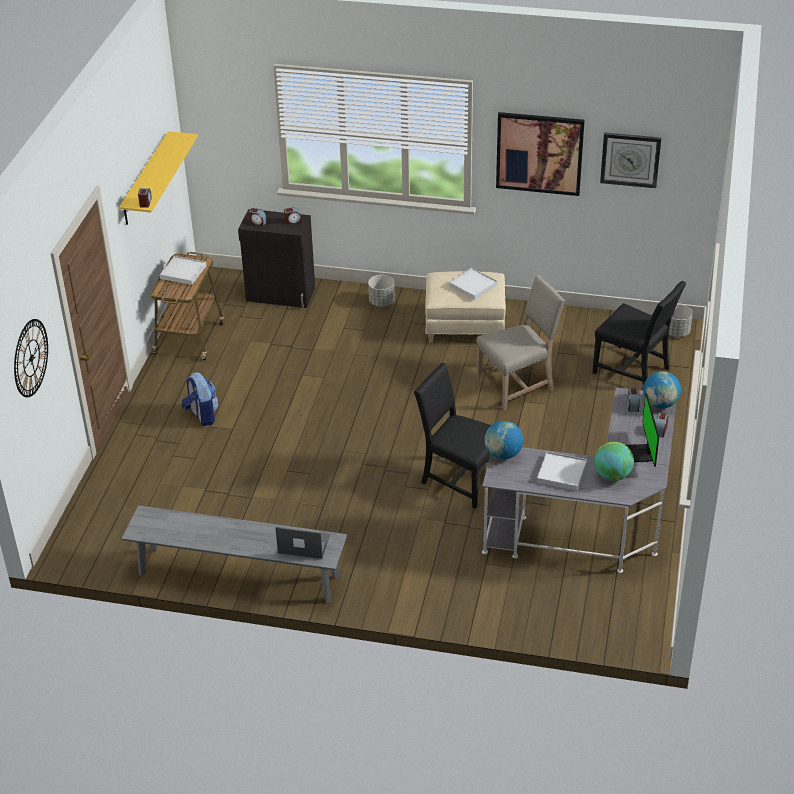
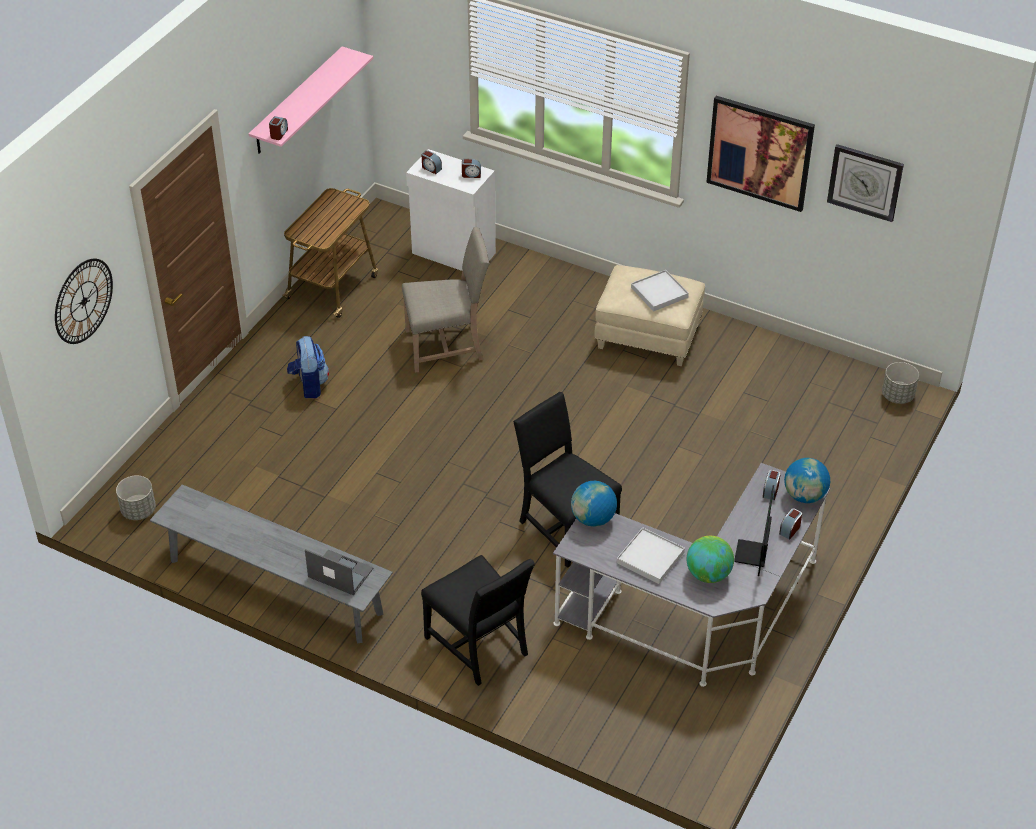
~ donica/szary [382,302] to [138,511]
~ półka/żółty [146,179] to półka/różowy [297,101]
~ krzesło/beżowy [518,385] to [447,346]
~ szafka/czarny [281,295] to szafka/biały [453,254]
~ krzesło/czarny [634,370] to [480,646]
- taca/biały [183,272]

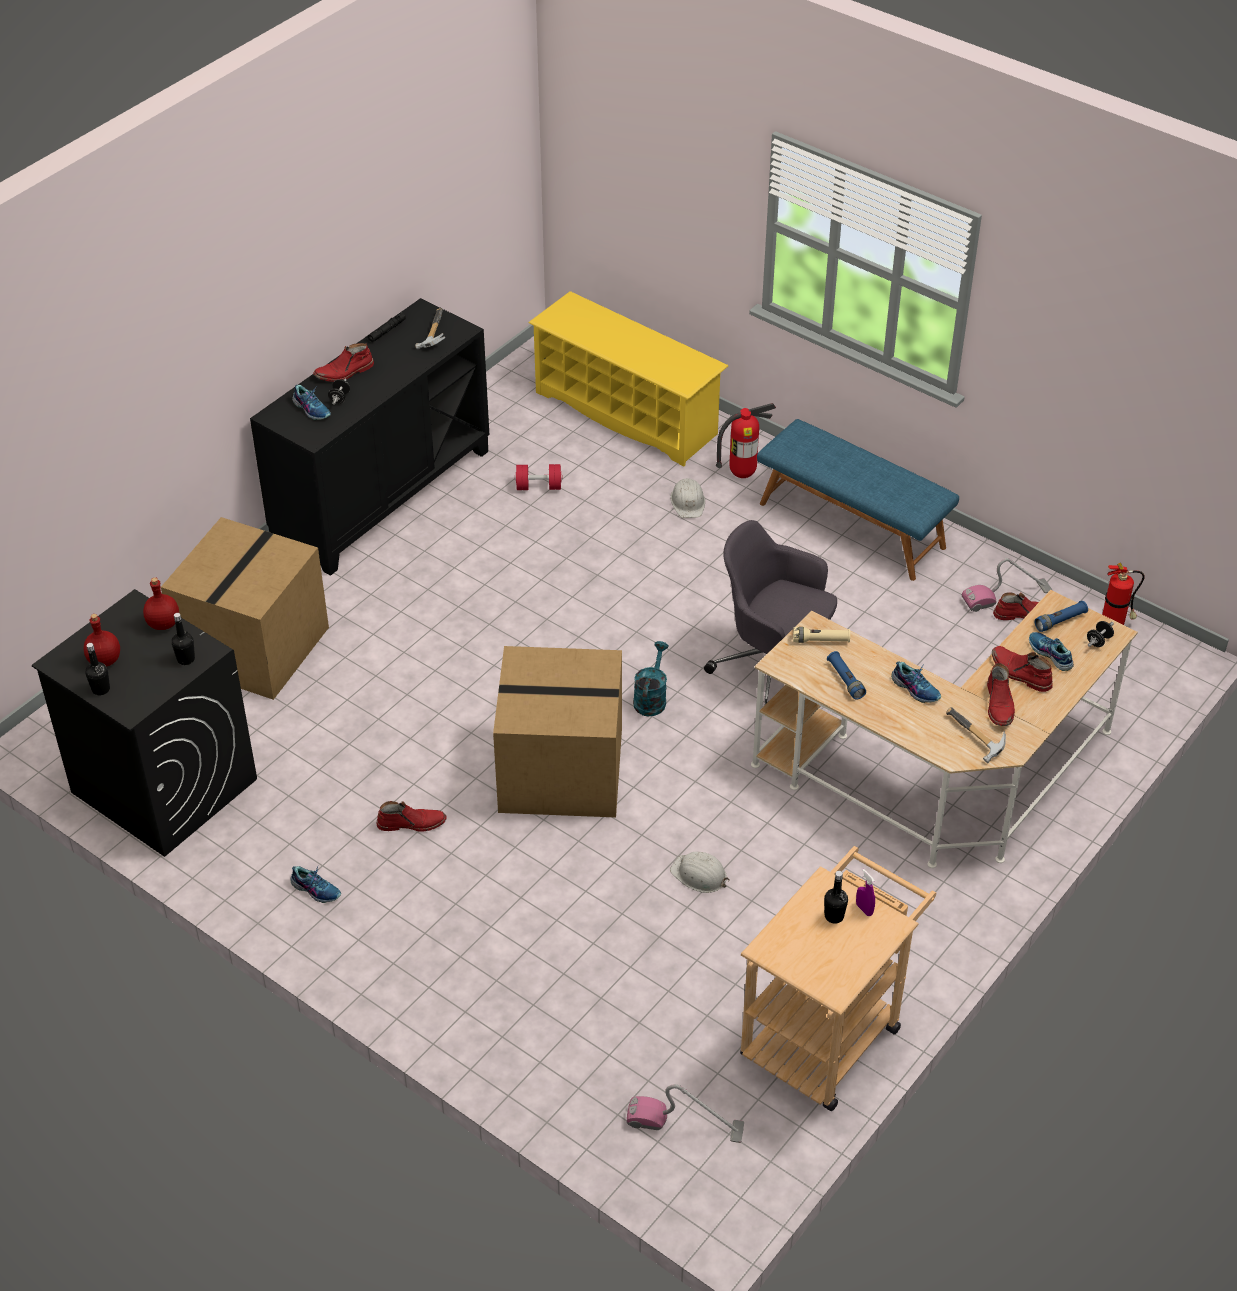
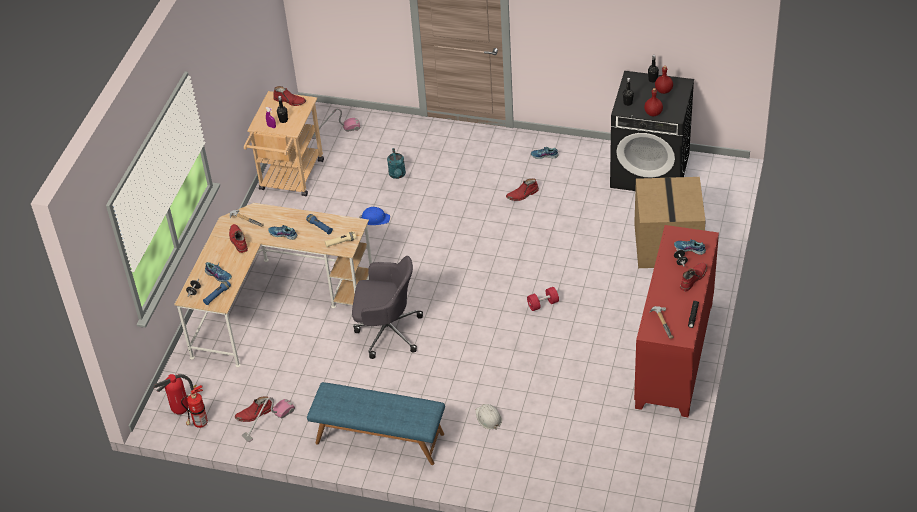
~ gaśnica [742,474] to [181,411]
~ but z cholewką/czerwony [1020,673] to [290,101]
~ kask/biały [699,875] to kask/niebieski [375,218]
~ konewka/turkusowy [651,698] to [397,175]
~ hantel/czerwony [539,486] to [543,304]
~ szafka/czarny [381,495] to szafka/czerwony [675,355]
- karton [559,772]
- regał na buty/żółty [627,413]

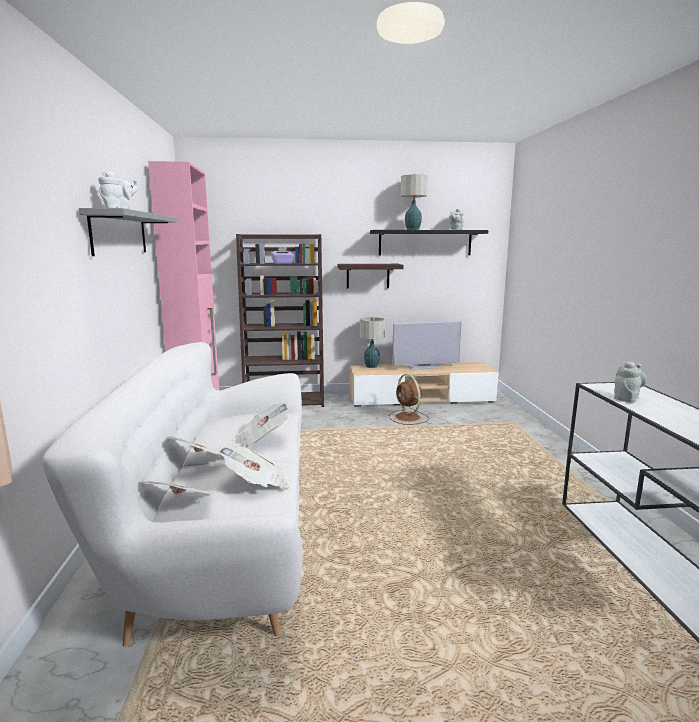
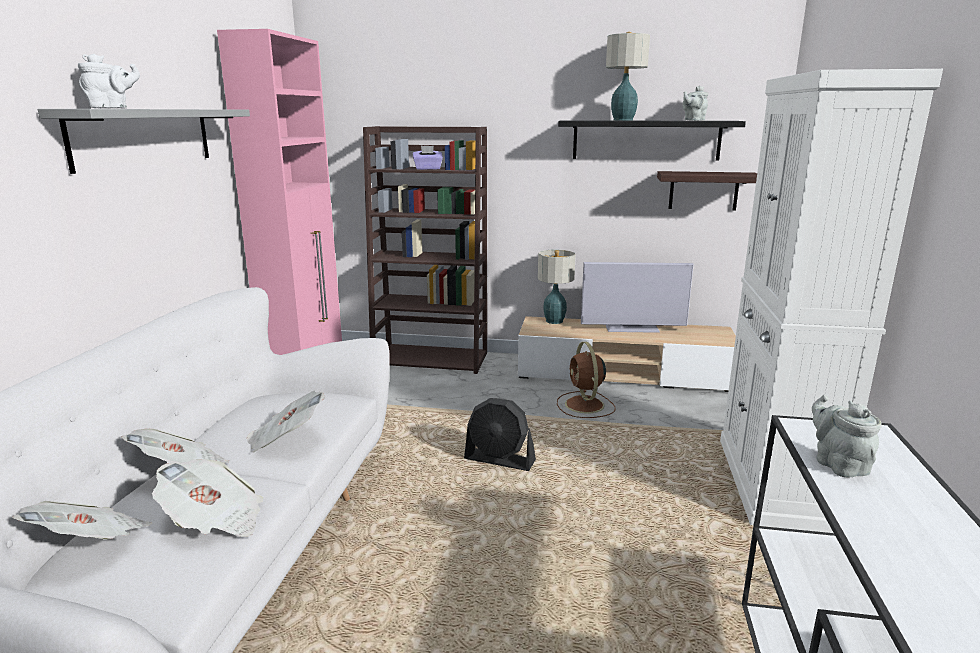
+ wentylator/czarny [500,460]
~ półka [368,276] to [703,190]
+ szafka/biały [773,483]
~ imbryk/szary [626,398] = [838,464] 75 degrees counterclockwise

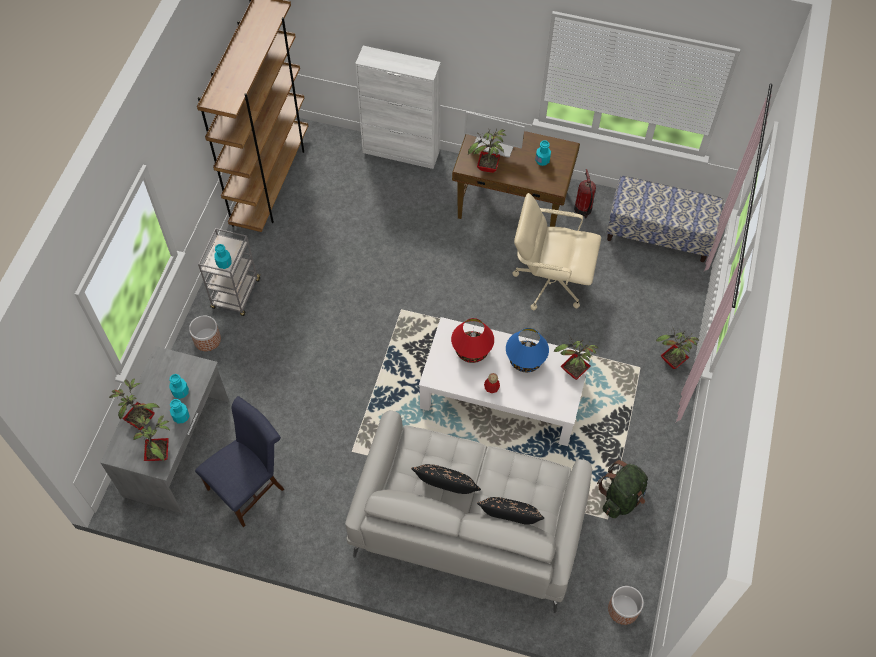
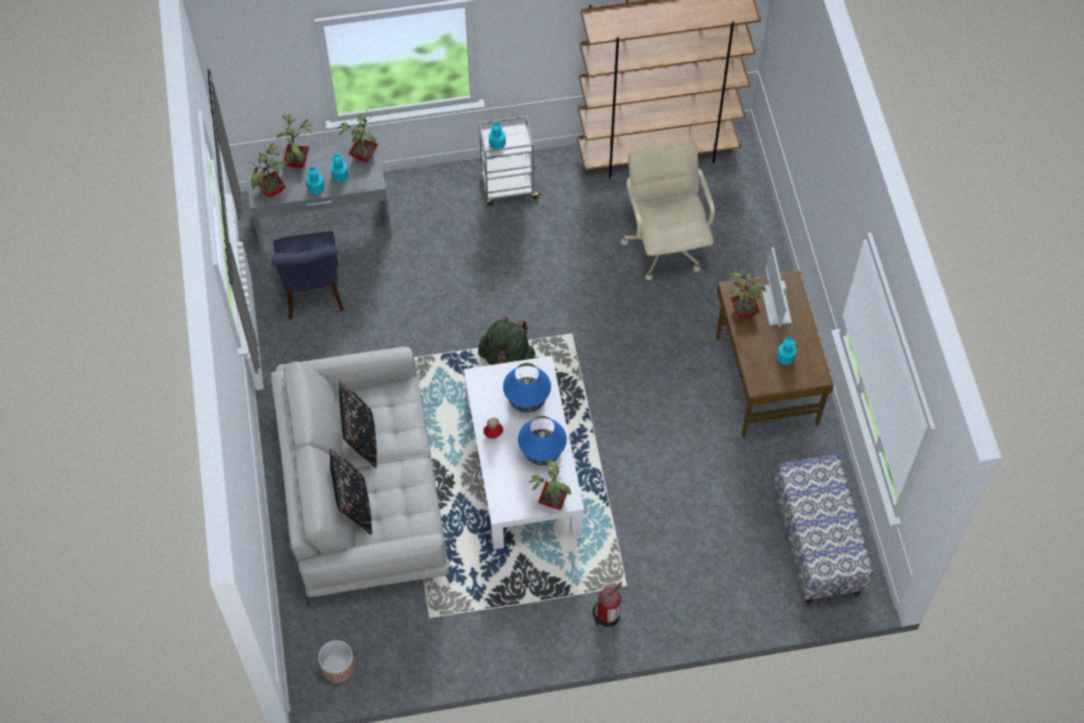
~ krzesło/niebieski [249,486] = [313,295] 60 degrees clockwise
~ roślina doniczkowa [671,362] to [363,155]
~ plecak/zielony [621,497] to [507,359]
~ lampa stołowa/czerwony [471,350] to lampa stołowa/niebieski [527,399]
~ gaśnica [583,210] to [606,617]
~ krzesło biurowe/beżowy [550,281] to [665,245]
- donica [207,339]
- szafka/biały [401,152]

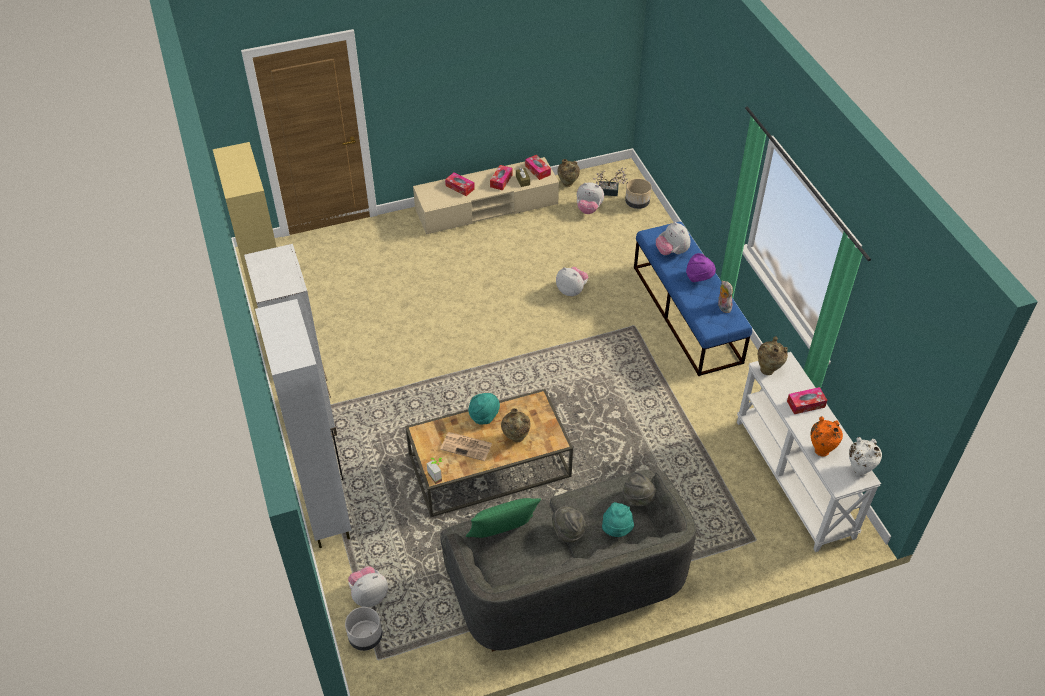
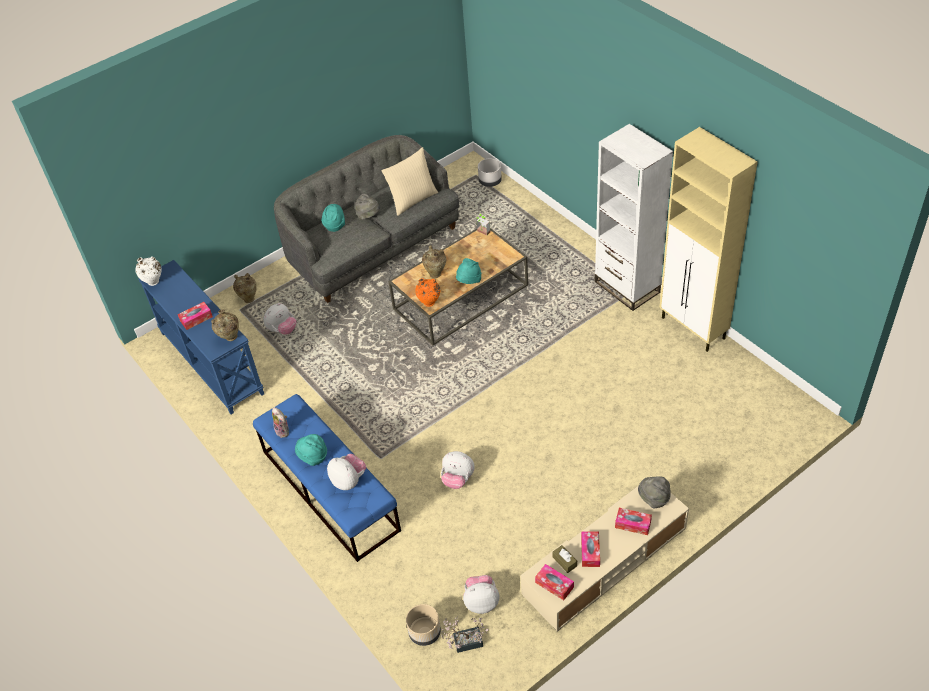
~ stolik konsolowy/biały [795,478] to stolik konsolowy/niebieski [210,363]
~ wazon/beżowy [568,184] to [248,298]
~ pluszak [369,595] to [282,330]
~ kapelusz/fioletowy [699,277] to kapelusz/turkusowy [313,457]
~ poduszka/zielony [503,536] to poduszka/beżowy [412,200]
~ wazon/pomarańczowy [821,449] to [429,304]
~ kapelusz/szary [638,499] to [654,499]
- szafka/biały [326,513]
- gazeta [467,446]

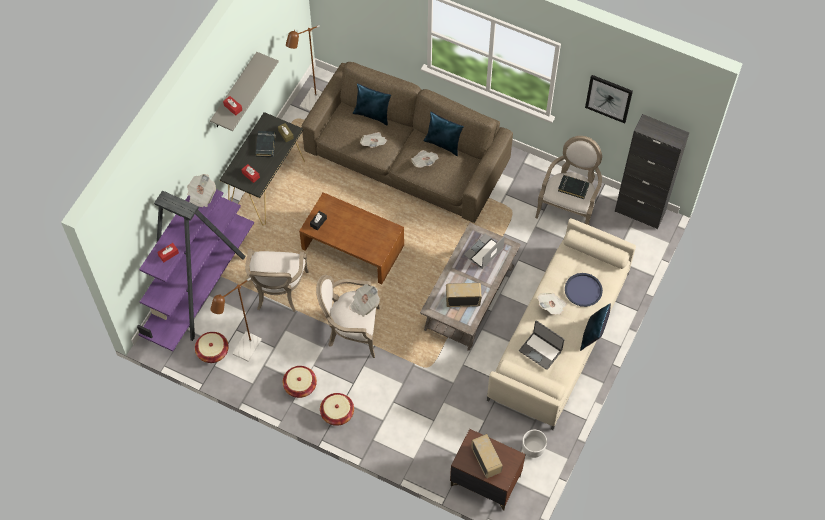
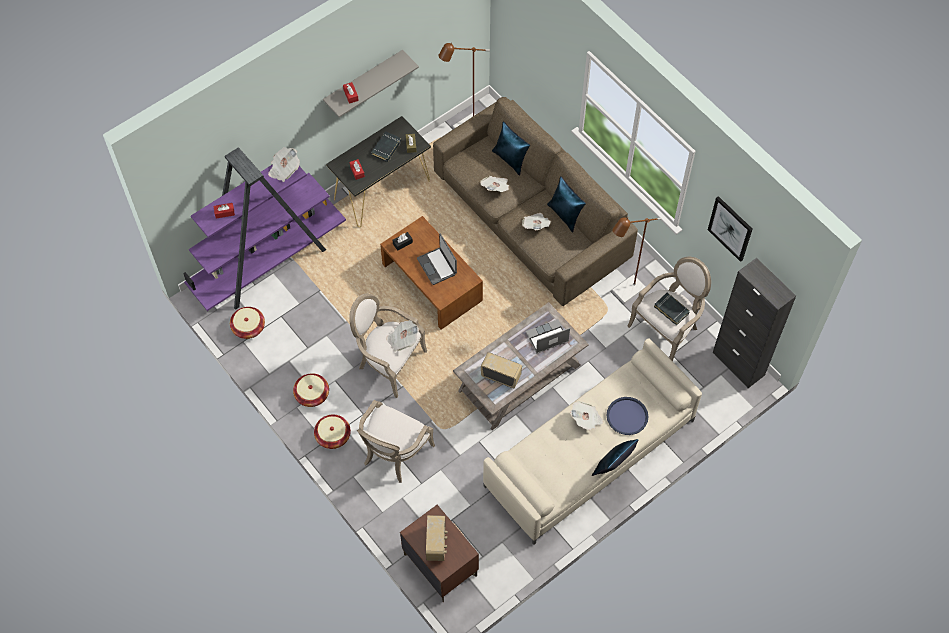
~ fotel [278,292] to [393,454]
~ laptop [540,350] to [437,266]
~ lampa stojąca/brązowy [244,351] to [624,292]
- donica/biały [533,448]

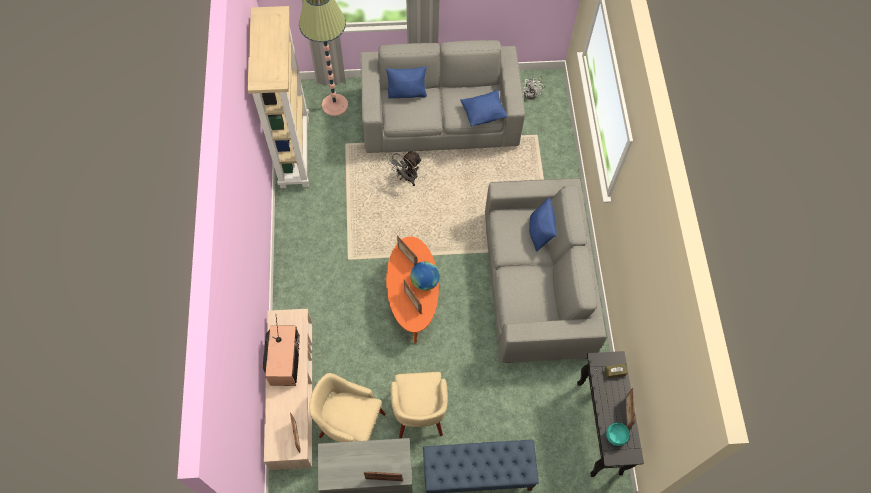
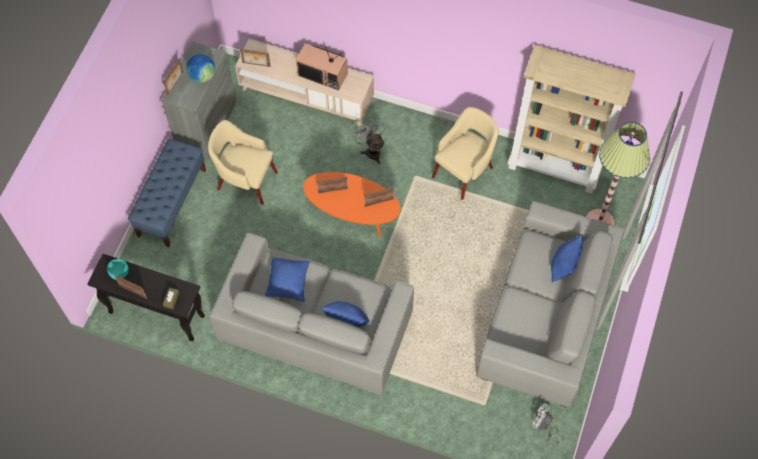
~ globus [424,282] to [202,76]
~ poduszka/niebieski [484,114] to [288,283]
~ wentylator/szary [407,178] to [371,150]
~ fotel/beżowy [350,424] to [464,171]

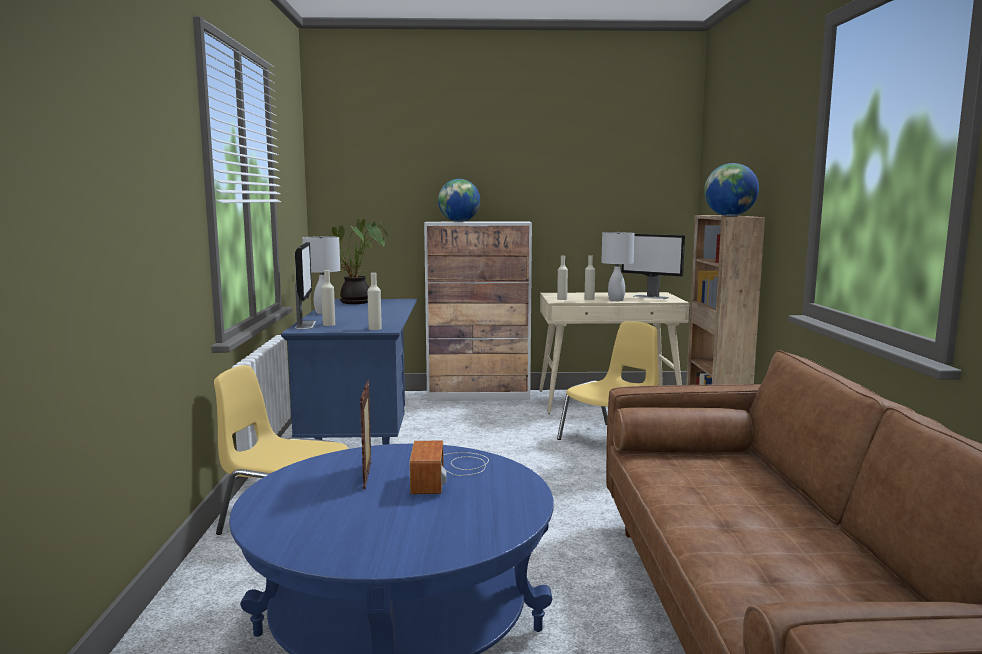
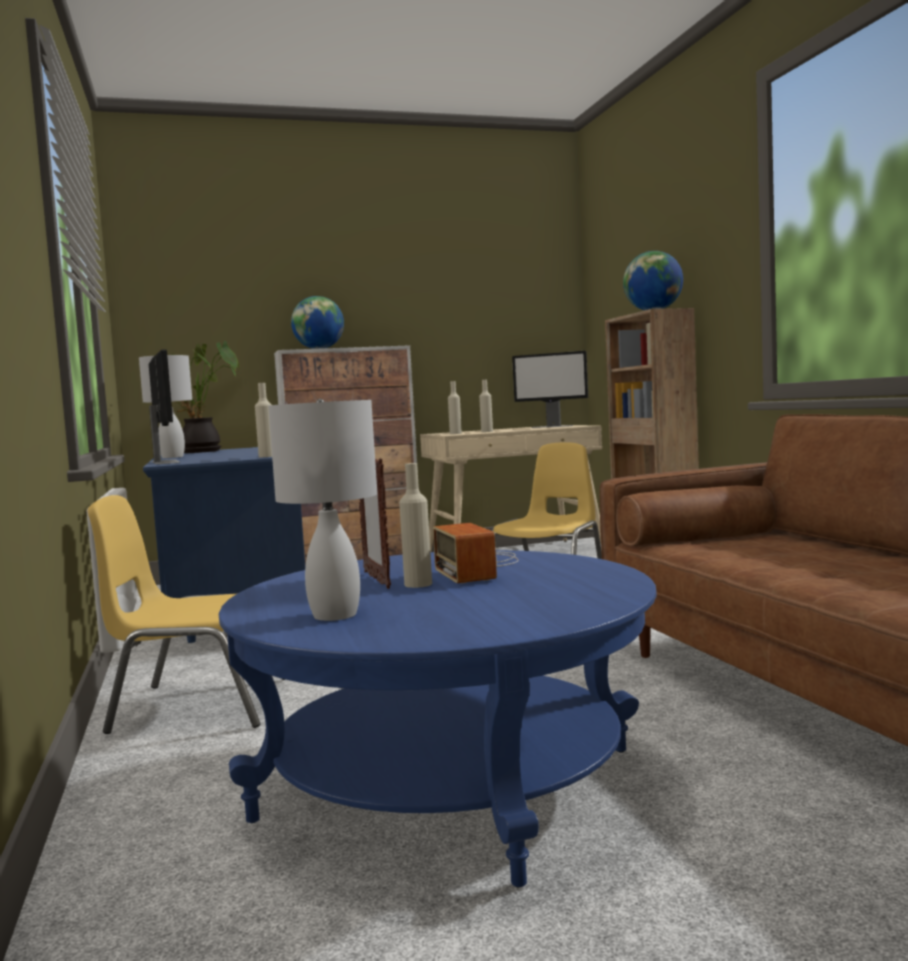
~ lampa stołowa/biały [615,300] to [333,615]
~ butelka/beżowy [329,324] to [418,584]

